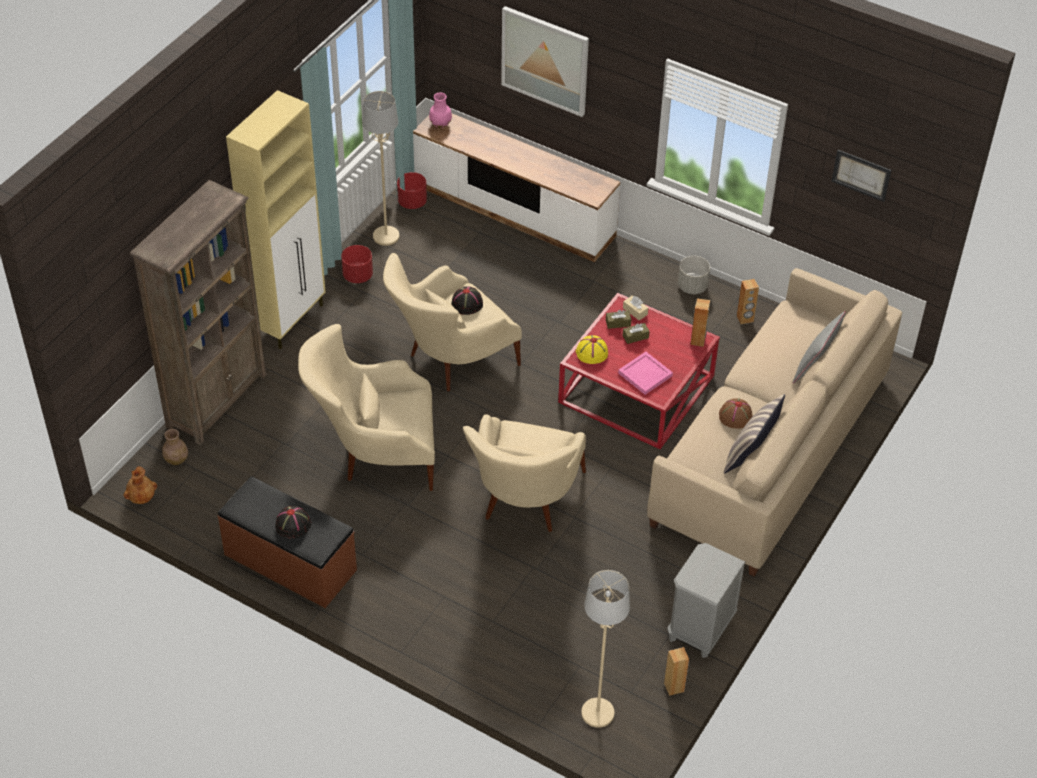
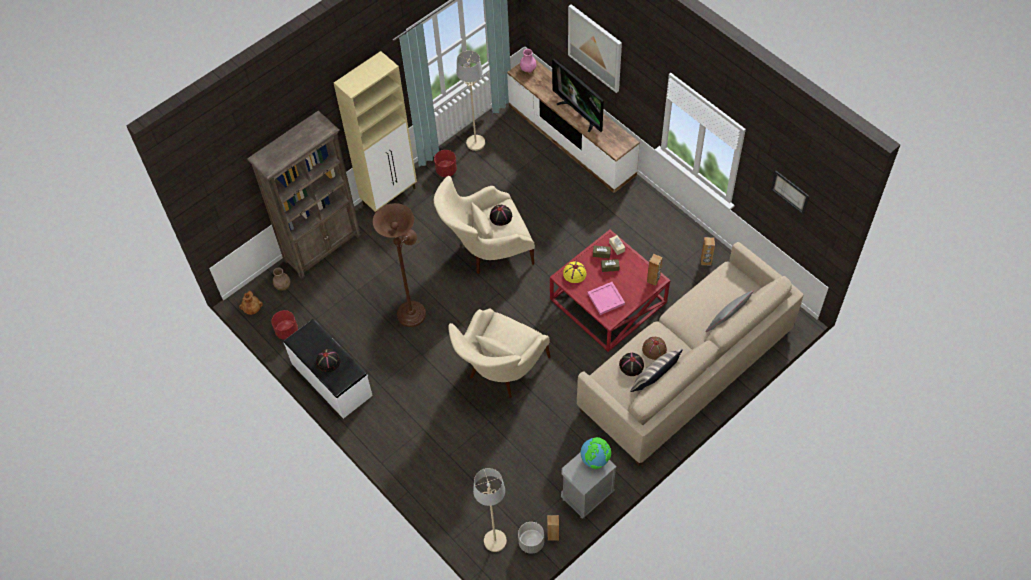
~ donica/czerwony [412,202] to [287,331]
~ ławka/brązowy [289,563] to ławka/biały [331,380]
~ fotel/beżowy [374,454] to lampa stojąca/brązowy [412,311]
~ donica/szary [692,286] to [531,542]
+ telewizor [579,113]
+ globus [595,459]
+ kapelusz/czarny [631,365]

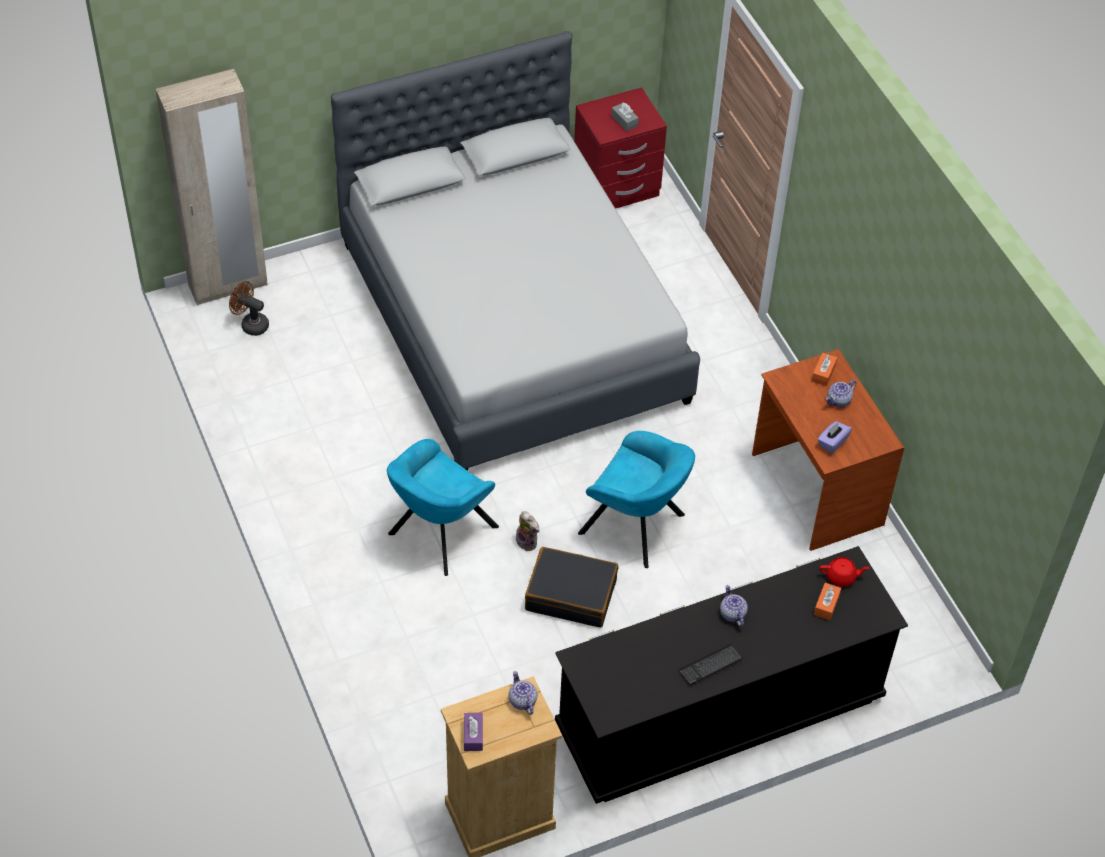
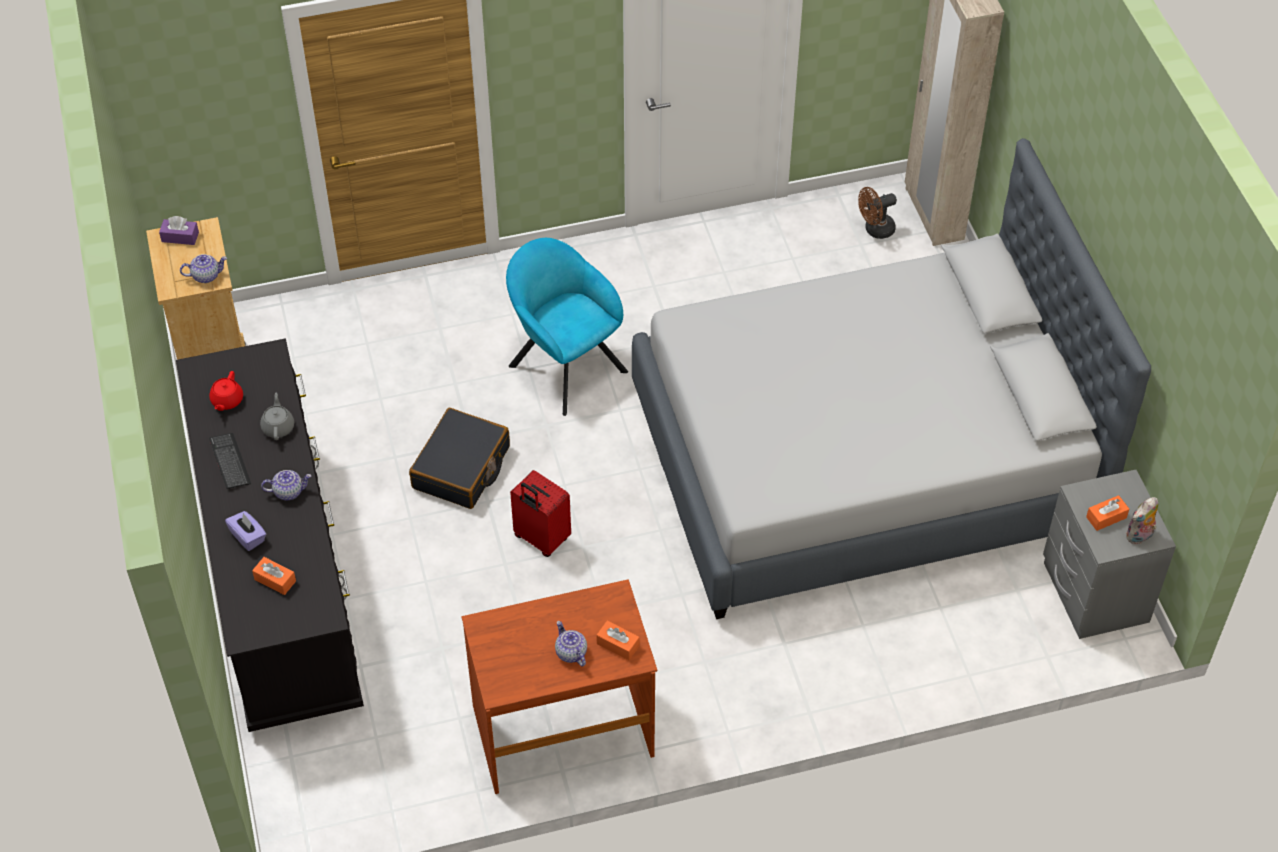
~ imbryk/czerwony [841,577] to [227,401]
~ pudełko chusteczek/fioletowy [832,442] to [248,537]
+ imbryk/szary [278,427]
~ fotel/turkusowy [636,526] to walizka/czerwony [541,539]
~ wentylator/brązowy [251,324] = [875,230] 150 degrees counterclockwise
~ szafka nocna/czerwony [616,188] to szafka nocna/szary [1093,593]
~ pudełko chusteczek/szary [624,121] to pudełko chusteczek/pomarańczowy [1106,517]
~ pluszak [528,542] to [1139,537]

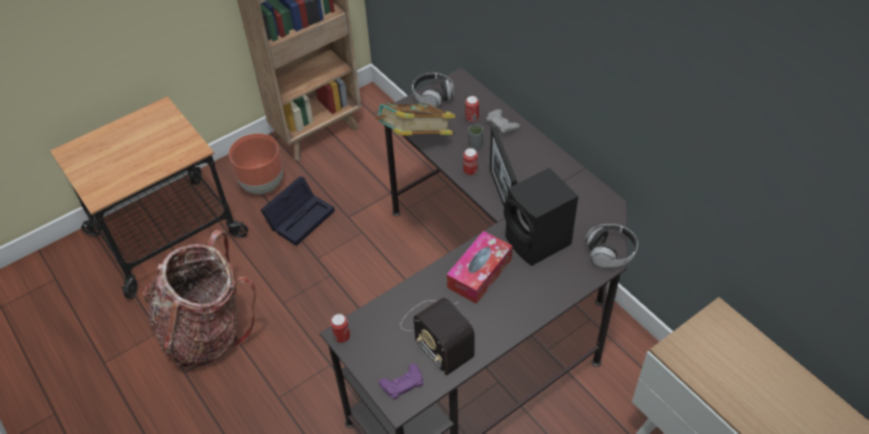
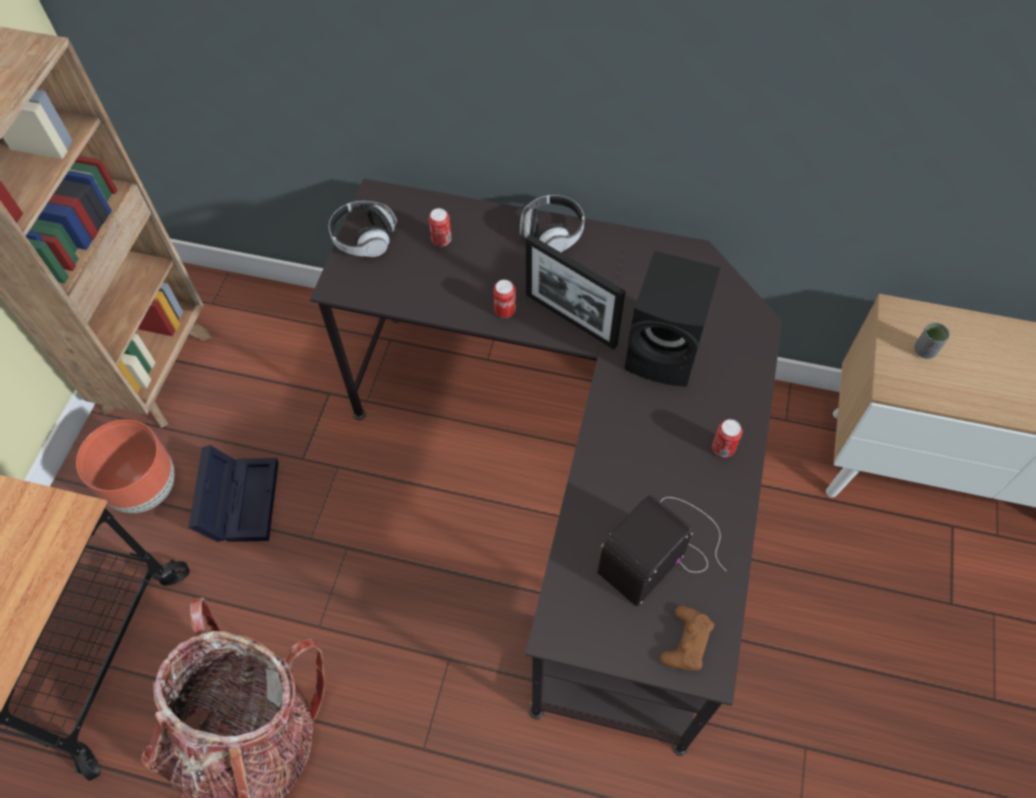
~ słuchawki [610,252] to [552,233]
~ radio [436,333] = [663,548] 120 degrees clockwise
~ pad do gier/fioletowy [402,383] to pad do gier/brązowy [686,641]
~ puszka [342,337] to [723,448]
~ filiżanka/szary [475,145] to [924,350]
- książka [415,138]
- pudełko chusteczek [479,273]
- pad do gier/szary [502,124]

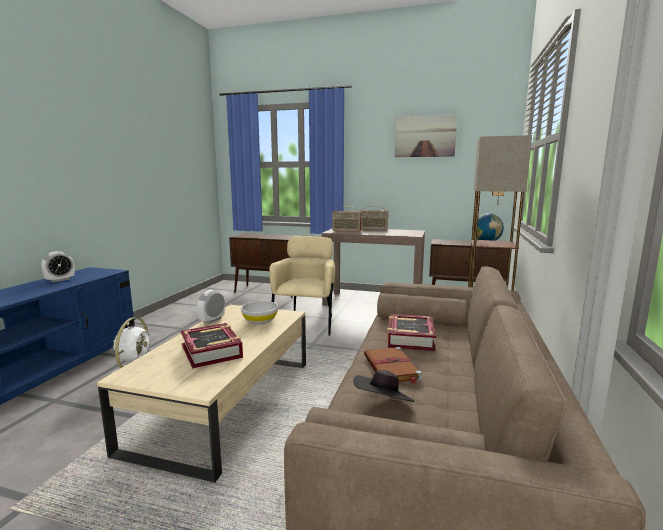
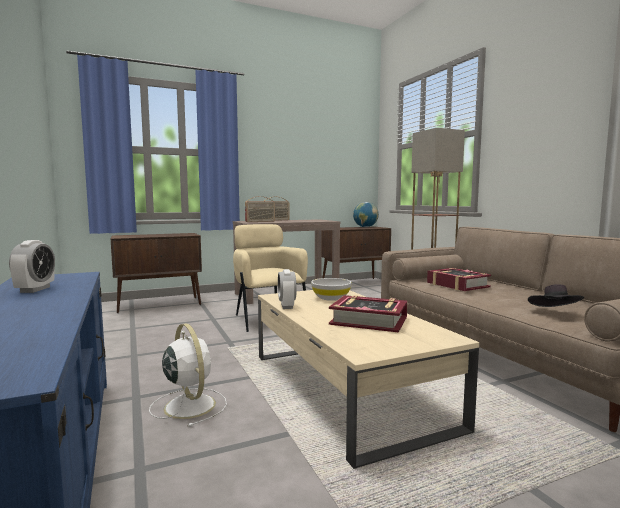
- książka/brązowy [391,368]
- obraz [425,136]

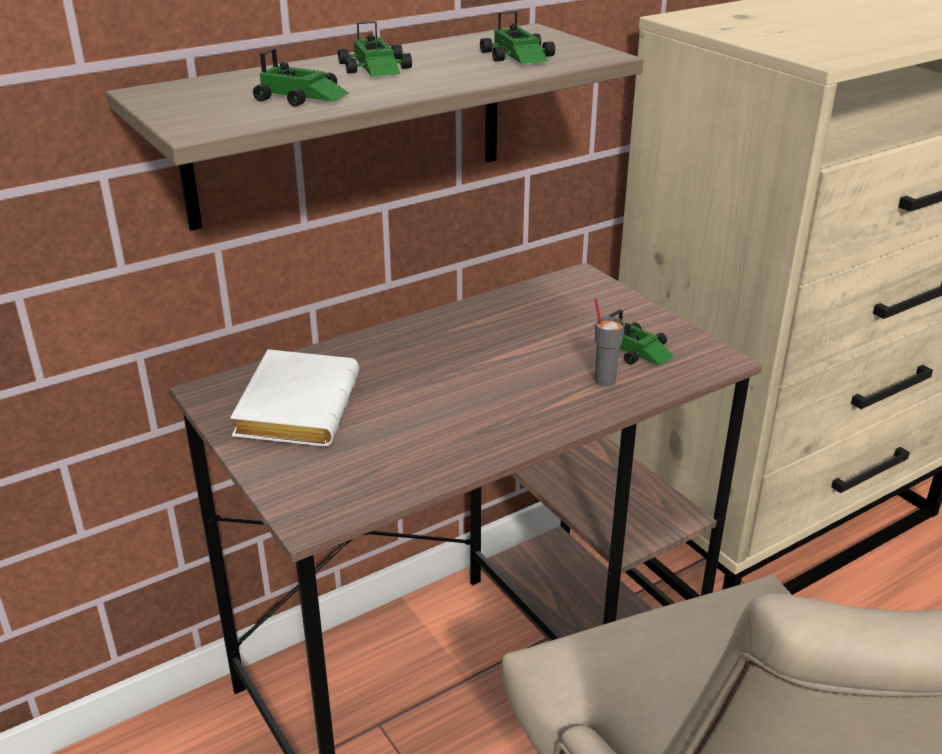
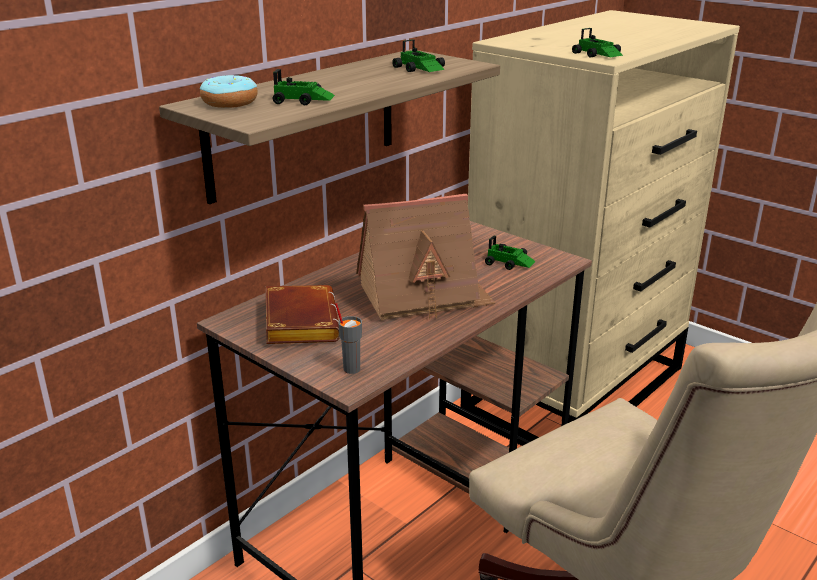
+ donut [230,102]
~ książka/biały [295,407] to książka/brązowy [298,322]
~ filiżanka/szary [604,380] to [351,369]
+ domek [423,295]
~ samochodzik [377,68] to [600,54]

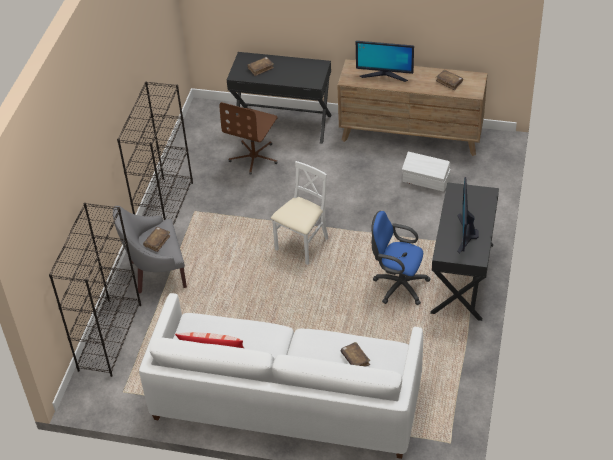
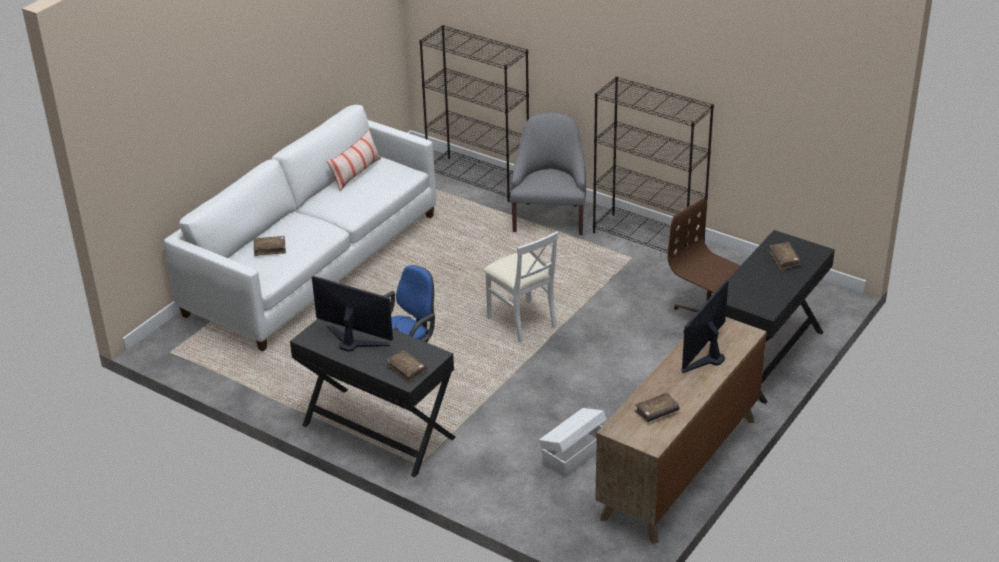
~ książka/brązowy [157,241] to [406,370]

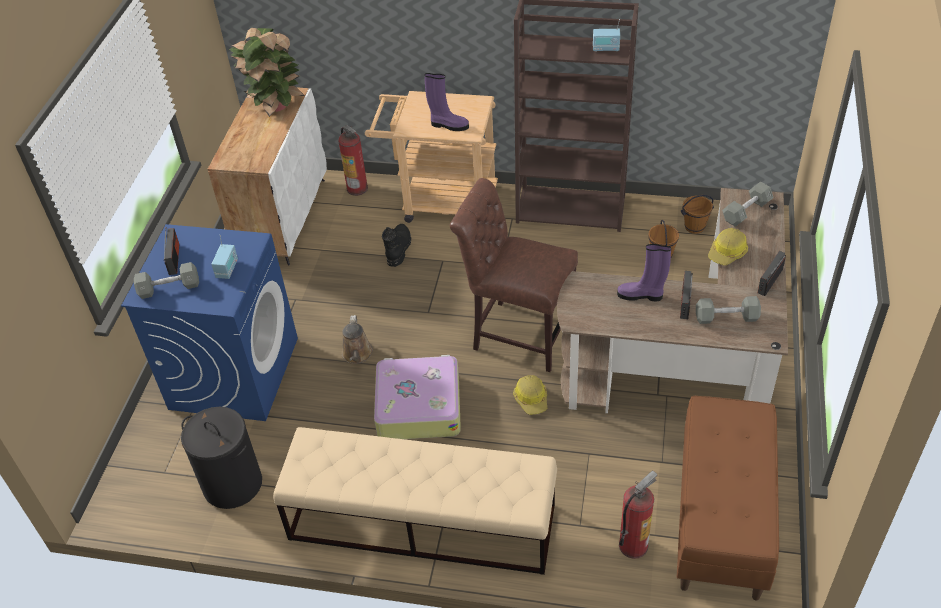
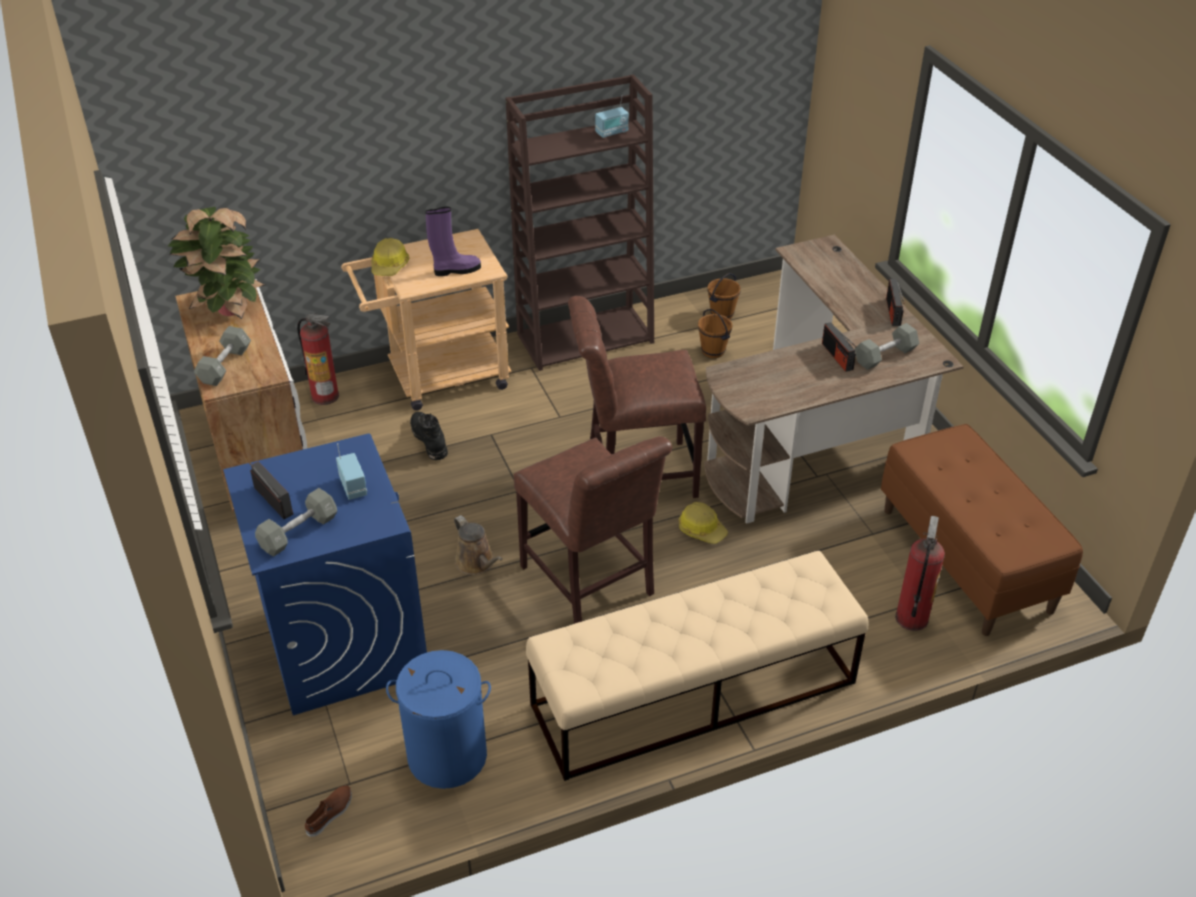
~ hantel/szary [746,211] to [225,365]
+ but/brązowy [330,813]
~ kask [727,252] to [390,266]
~ kosz na pranie/czarny [232,484] to kosz na pranie/niebieski [446,756]
~ walizka [418,406] to krzesło/brązowy [590,585]
- but z cholewką/fioletowy [641,295]

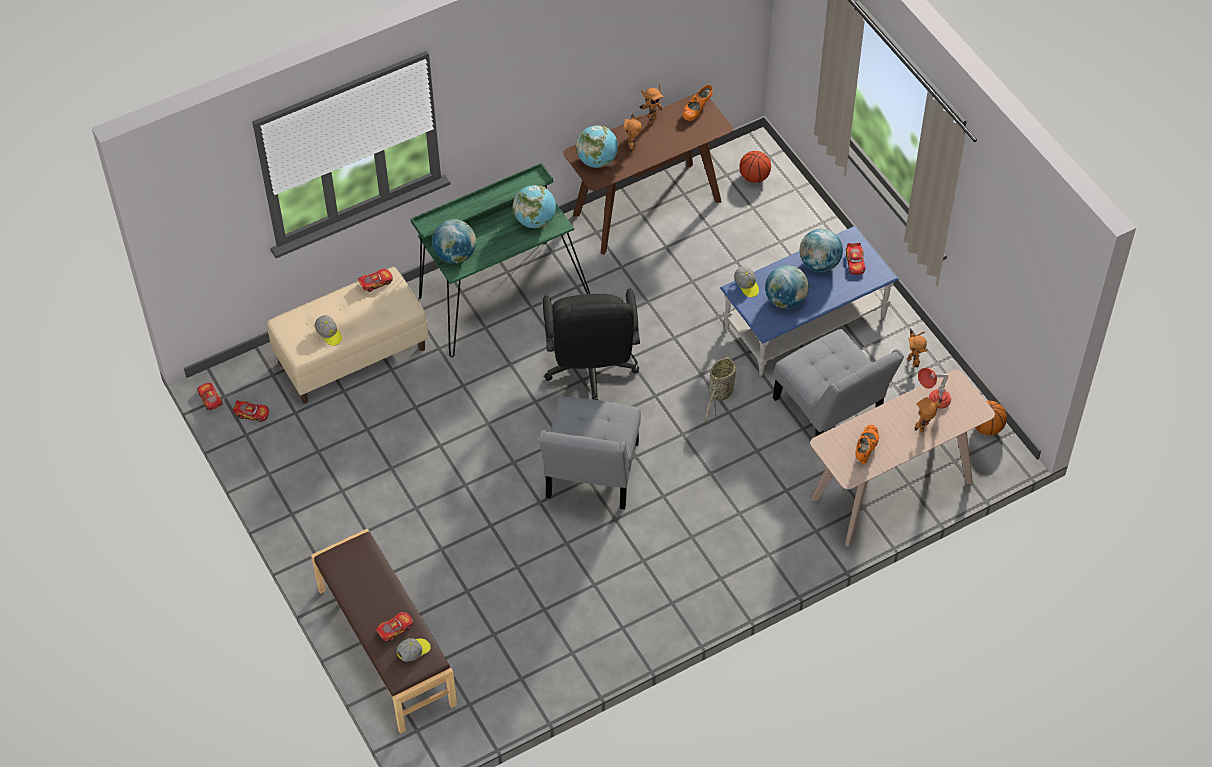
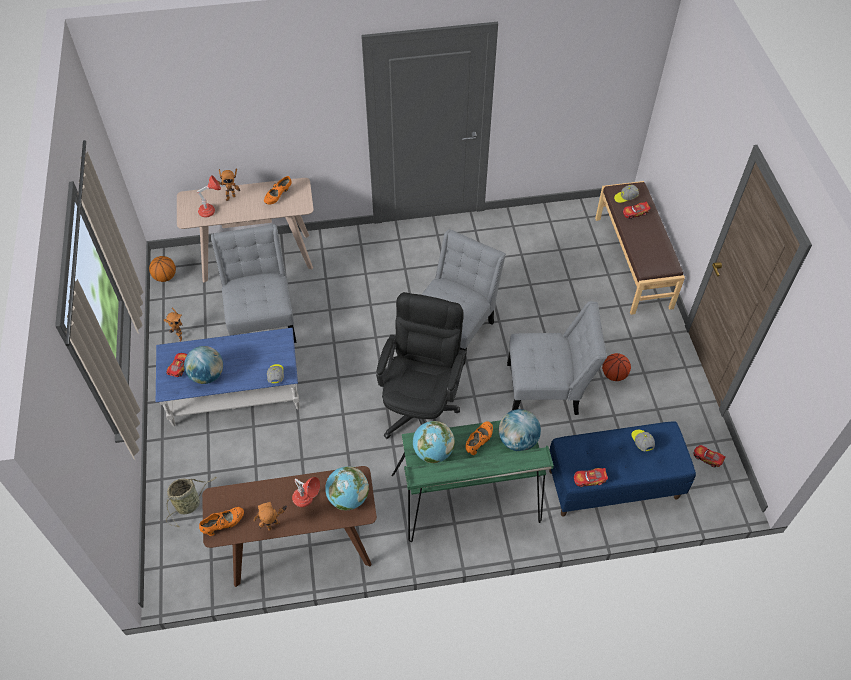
~ koszyk [720,394] to [189,504]
~ robot zabawkowy [632,147] to lampa stołowa/czerwony [307,501]
+ but/pomarańczowy [479,442]
+ krzesło/szary [547,388]
~ ławka/beżowy [352,355] to ławka/niebieski [613,484]
~ piłka do koszykówki [754,177] to [614,375]
- samochodzik [210,399]
- globus [785,300]

